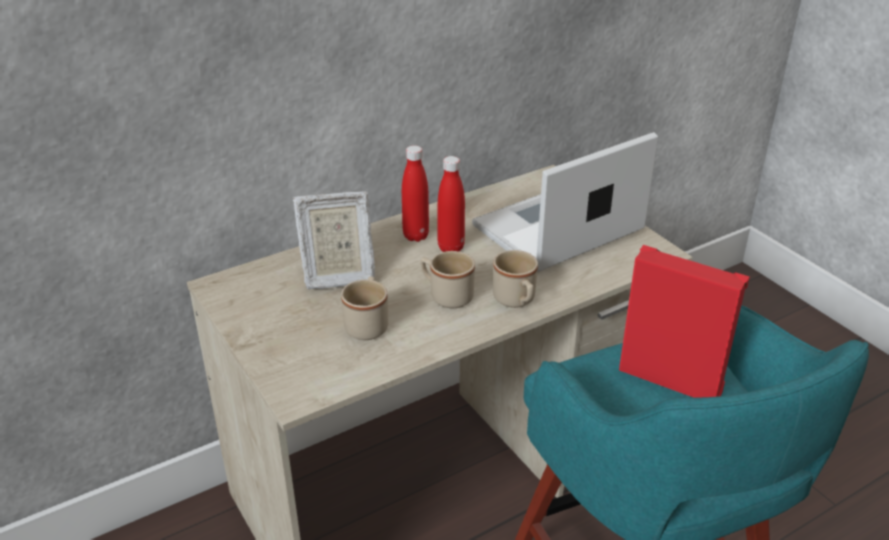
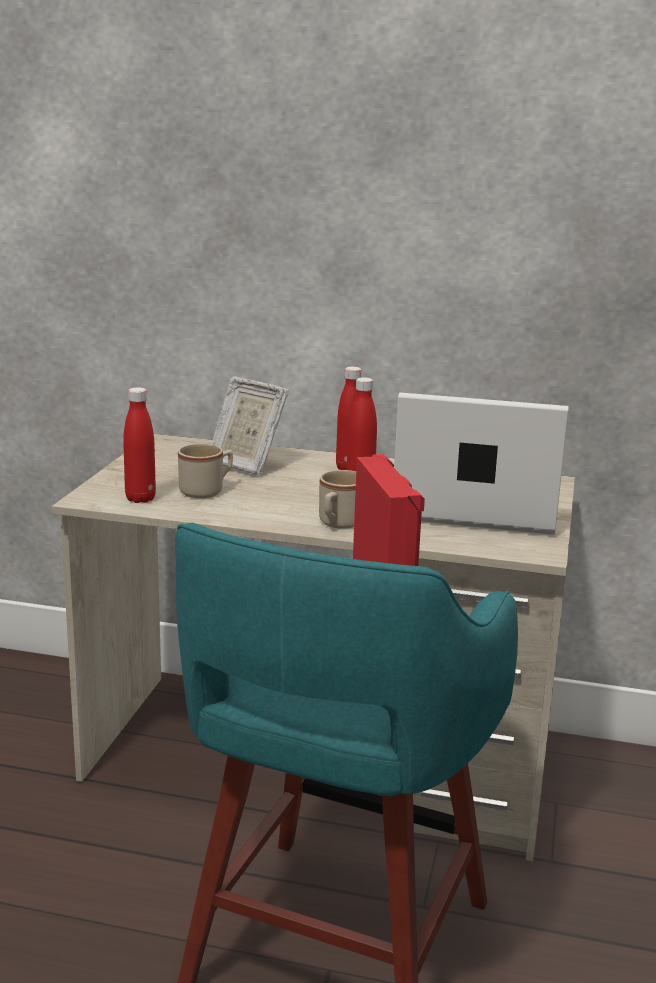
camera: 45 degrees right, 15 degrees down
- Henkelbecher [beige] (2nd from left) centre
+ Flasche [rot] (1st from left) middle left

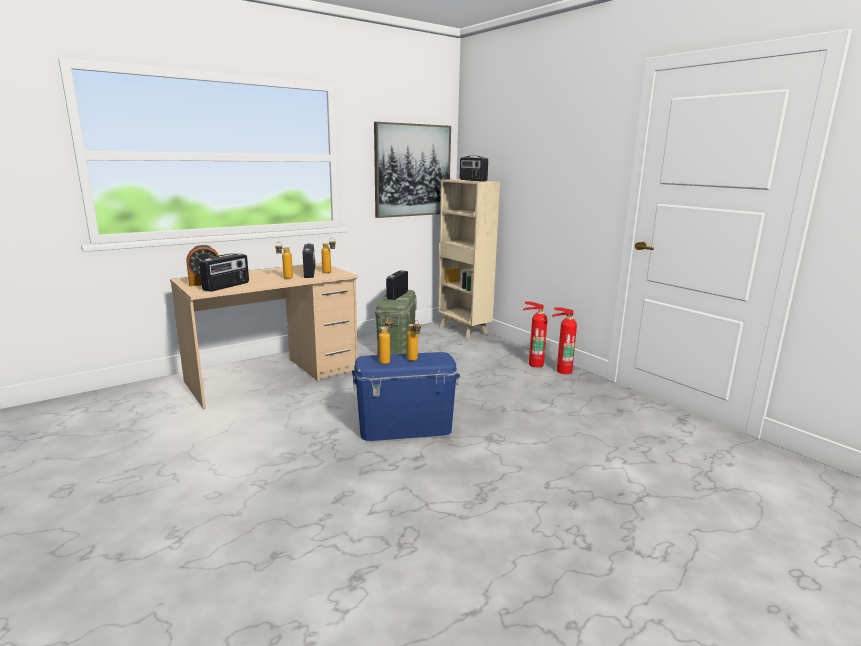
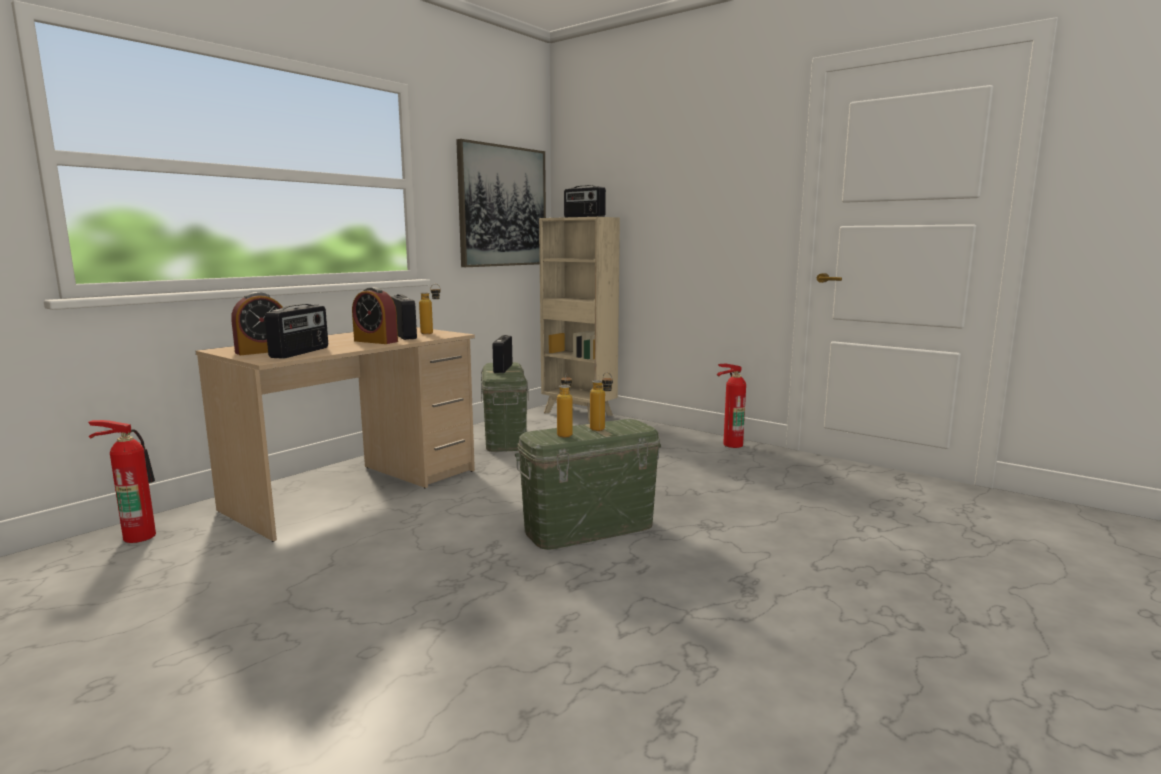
camera: 15 degrees left, 5 degrees down
~ Flasche (1st from left) middle left to Wecker (2nd from left) middle left
~ Feuerlöscher (1st from left) centre to middle left
~ Aufbewahrungsbox [blau] centre to Aufbewahrungsbox [grün] (2nd from left) centre

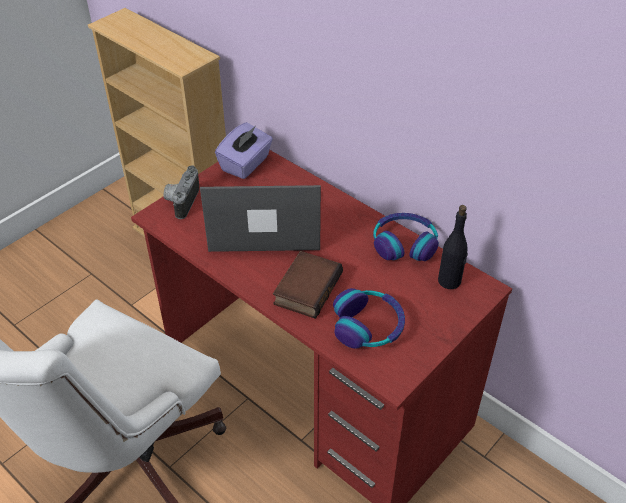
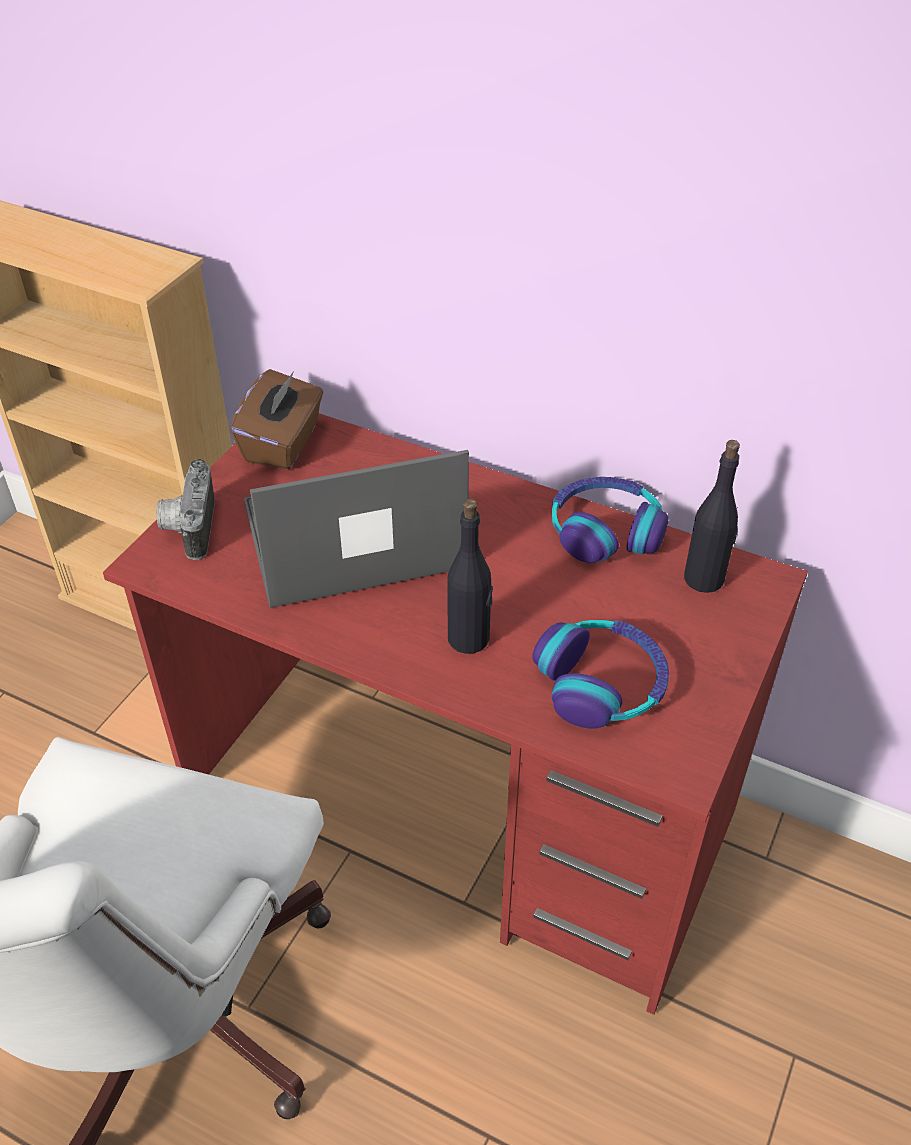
camera: 15 degrees left, 0 degrees up
~ Taschentuchbox [lila] top centre to Taschentuchbox [braun] middle left
~ Buch centre to Flasche [schwarz] (1st from left) centre

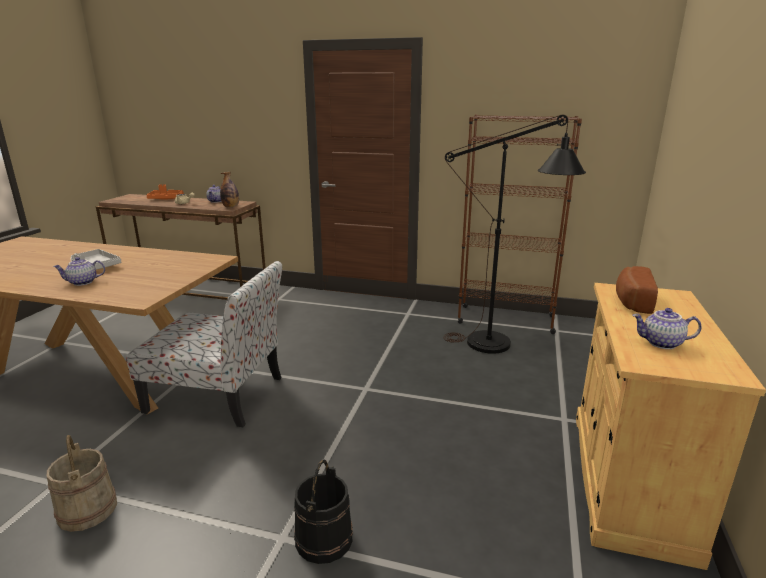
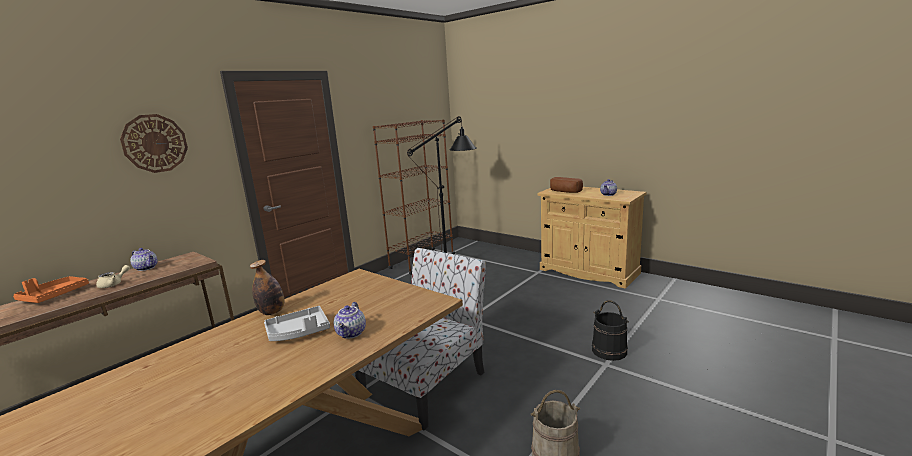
camera: 65 degrees left, 5 degrees down
~ Flasche top left to middle left
+ Wanduhr top left

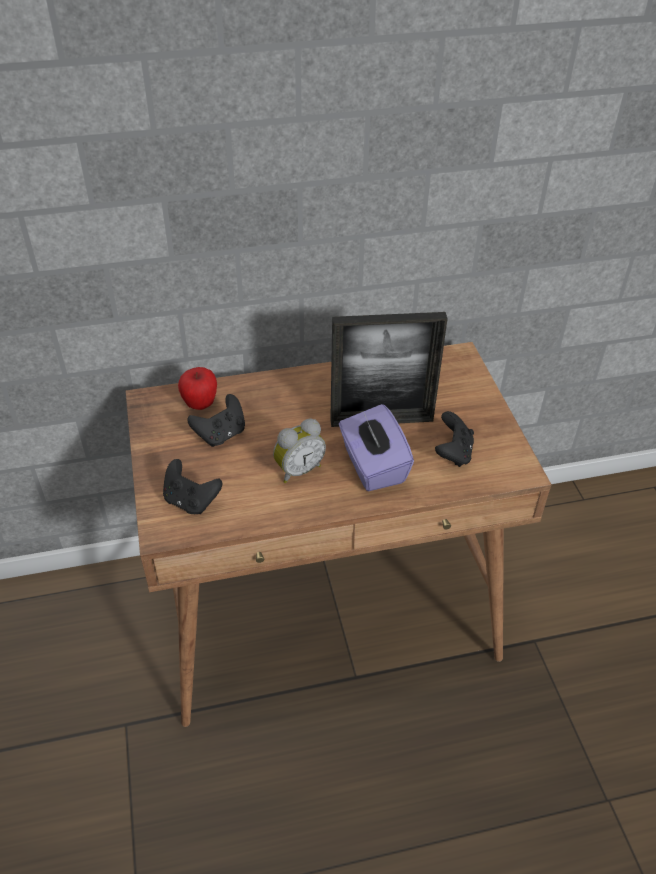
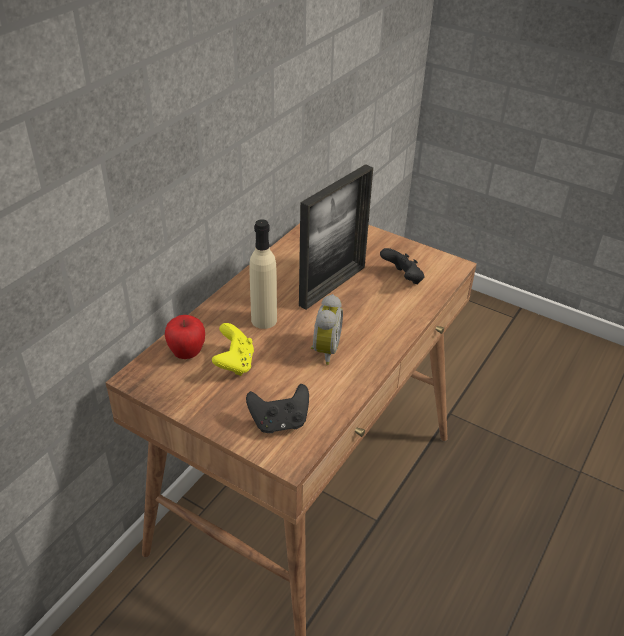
camera: 45 degrees left, 5 degrees down
~ Gamepad [schwarz] (2nd from left) middle left to Gamepad [gelb] centre
- Taschentuchbox [lila] centre
+ Flasche [beige] centre

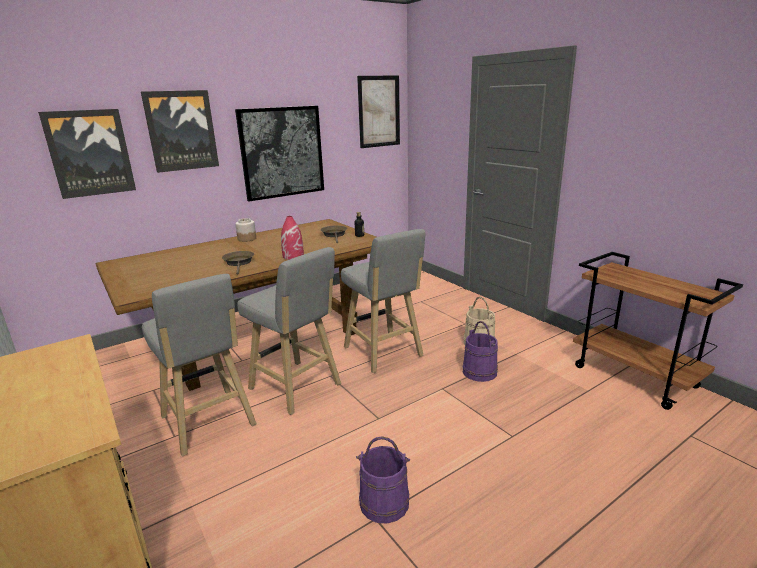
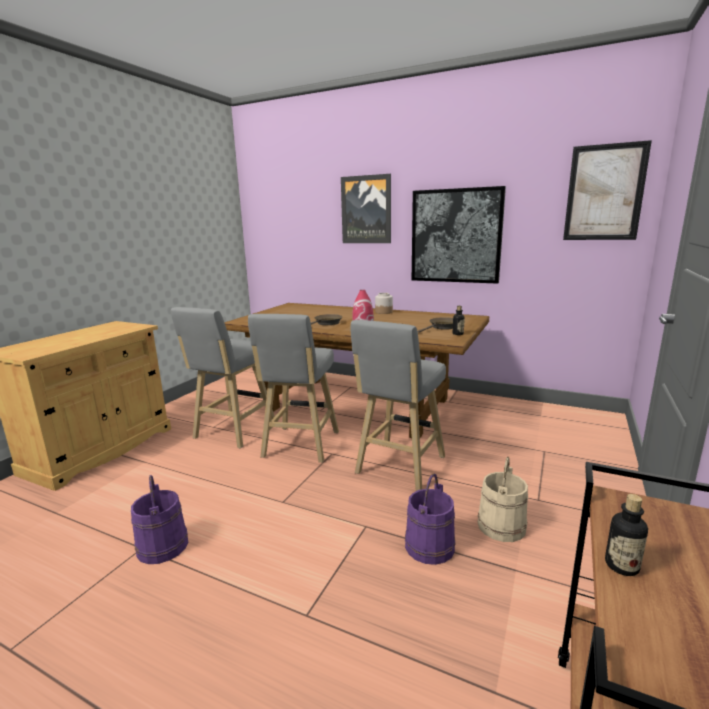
camera: 60 degrees right, 5 degrees down
- Bild (1st from left) top left
+ Flasche (2nd from left) bottom right

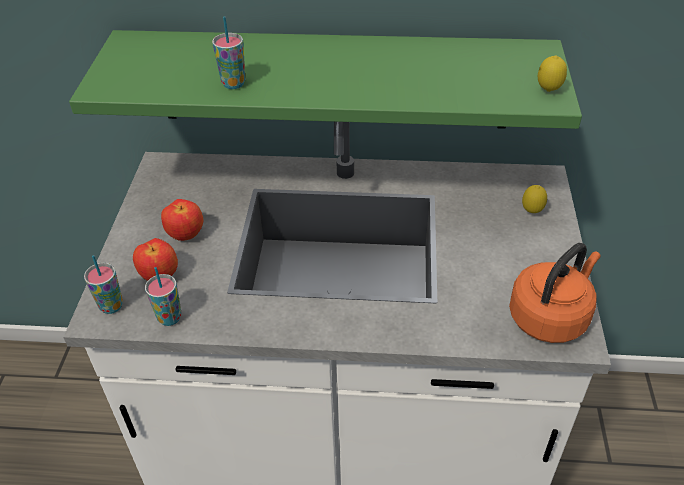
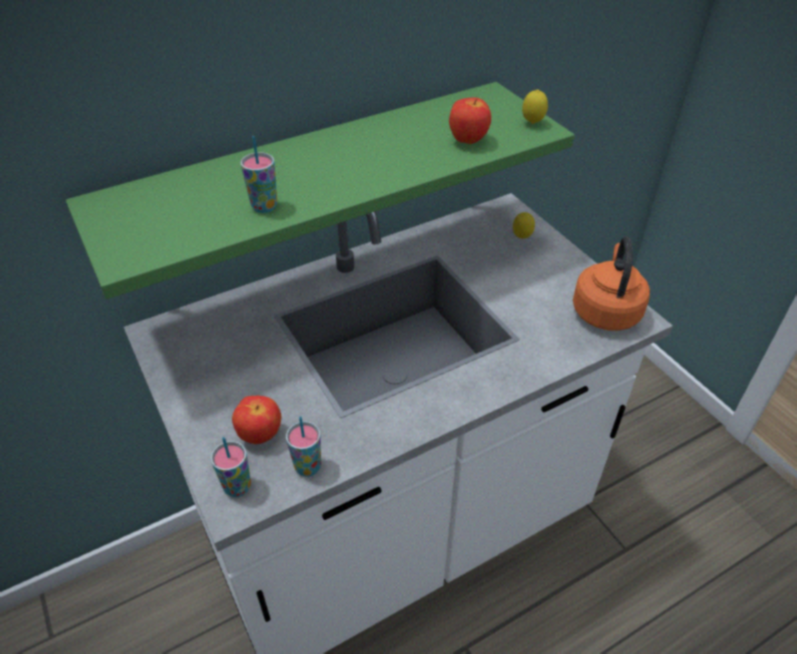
camera: 35 degrees left, 0 degrees up
~ Apfel (2nd from left) middle left to top centre

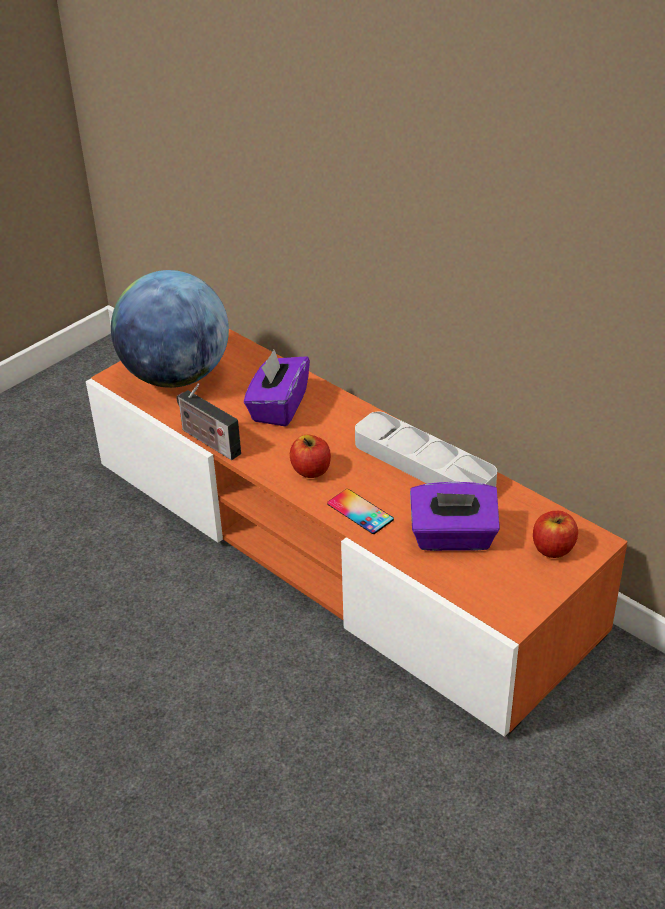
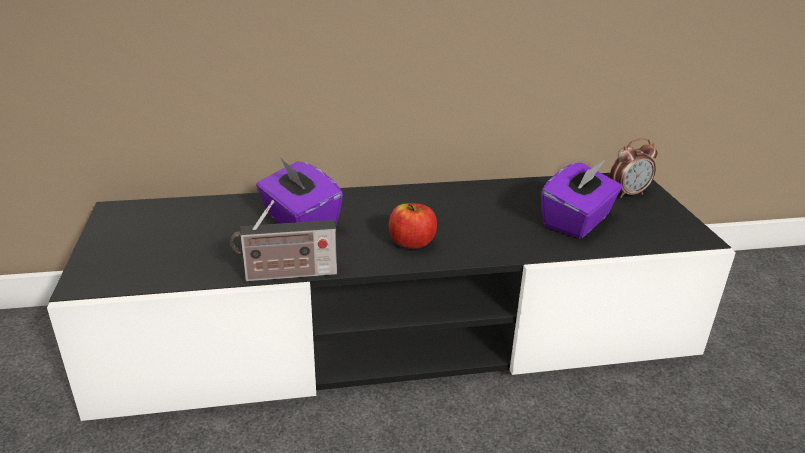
camera: 55 degrees left, 10 degrees down
- Globus middle left
~ Fernsehschrank [orange] centre to Fernsehschrank [schwarz] centre
- Tablett [grau] centre
- Handy centre
~ Apfel (2nd from left) middle right to Wecker middle right

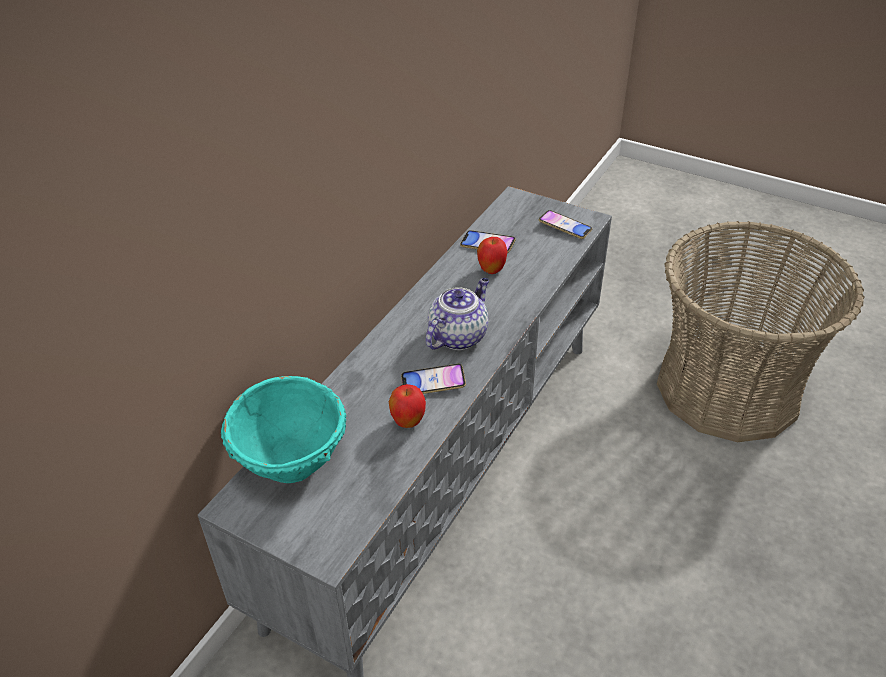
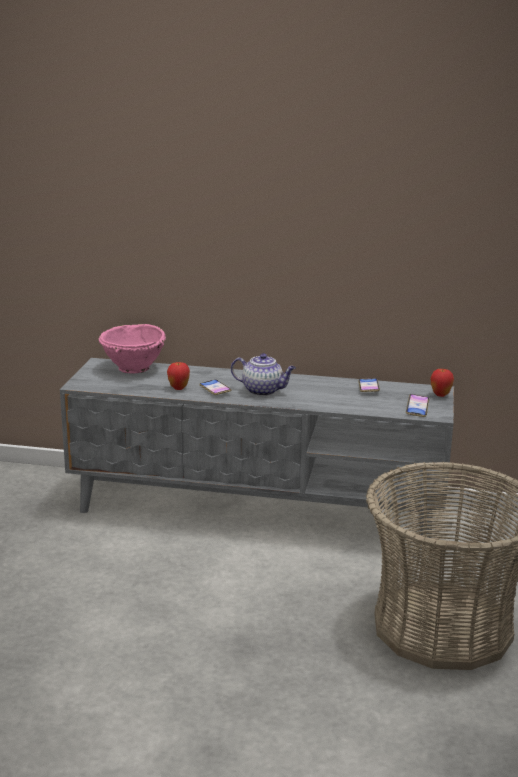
camera: 70 degrees right, 20 degrees down
~ Apfel (2nd from left) centre to middle right
~ Schüssel [türkis] middle left to Schüssel [rosa] middle left

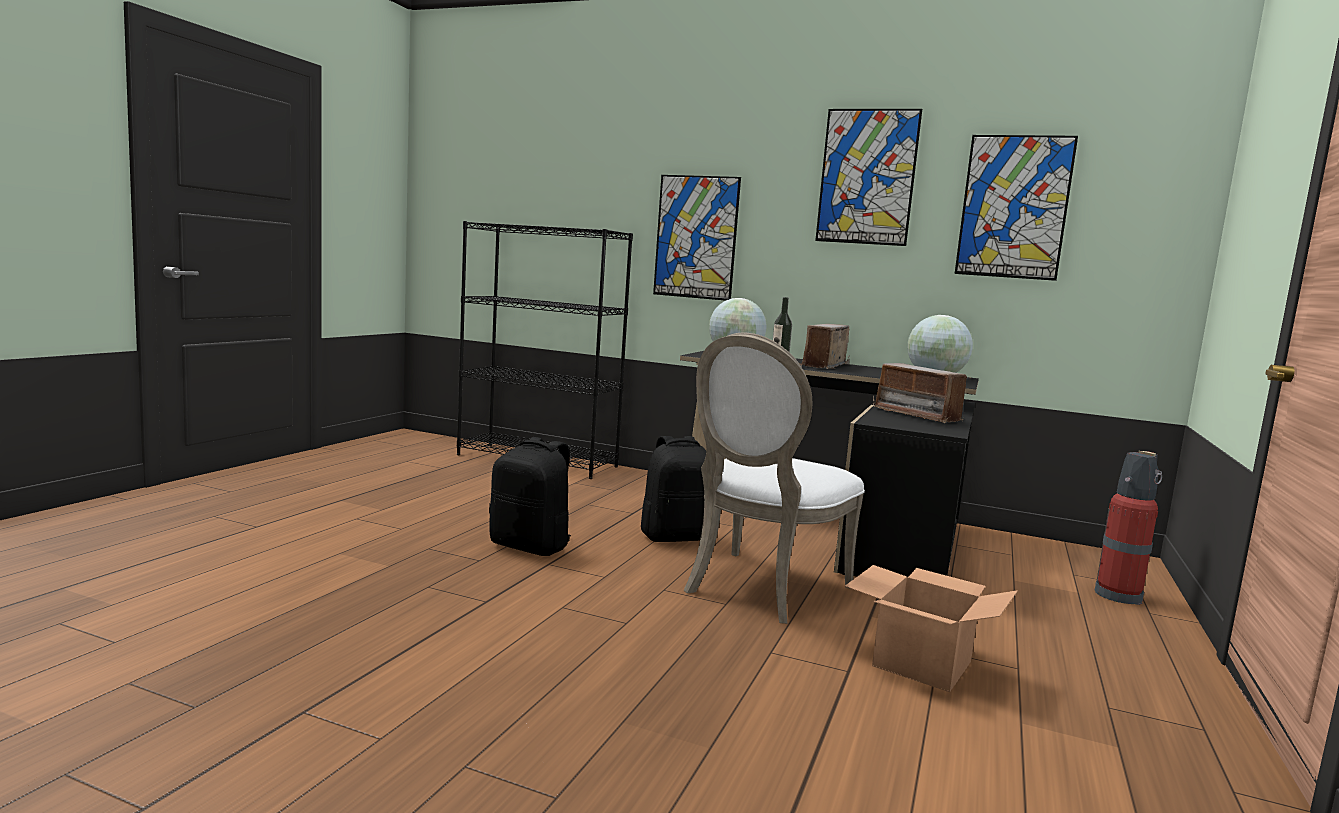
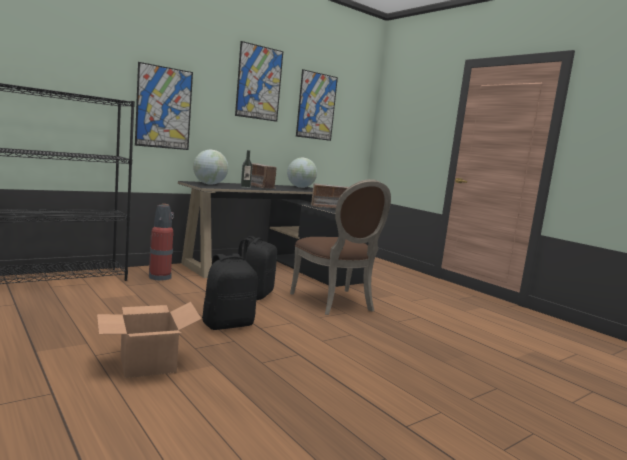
camera: 60 degrees left, 0 degrees up
~ Stuhl [weiß] centre to Stuhl [braun] centre
~ Feuerlöscher middle right to middle left
~ Karton bottom right to bottom left

